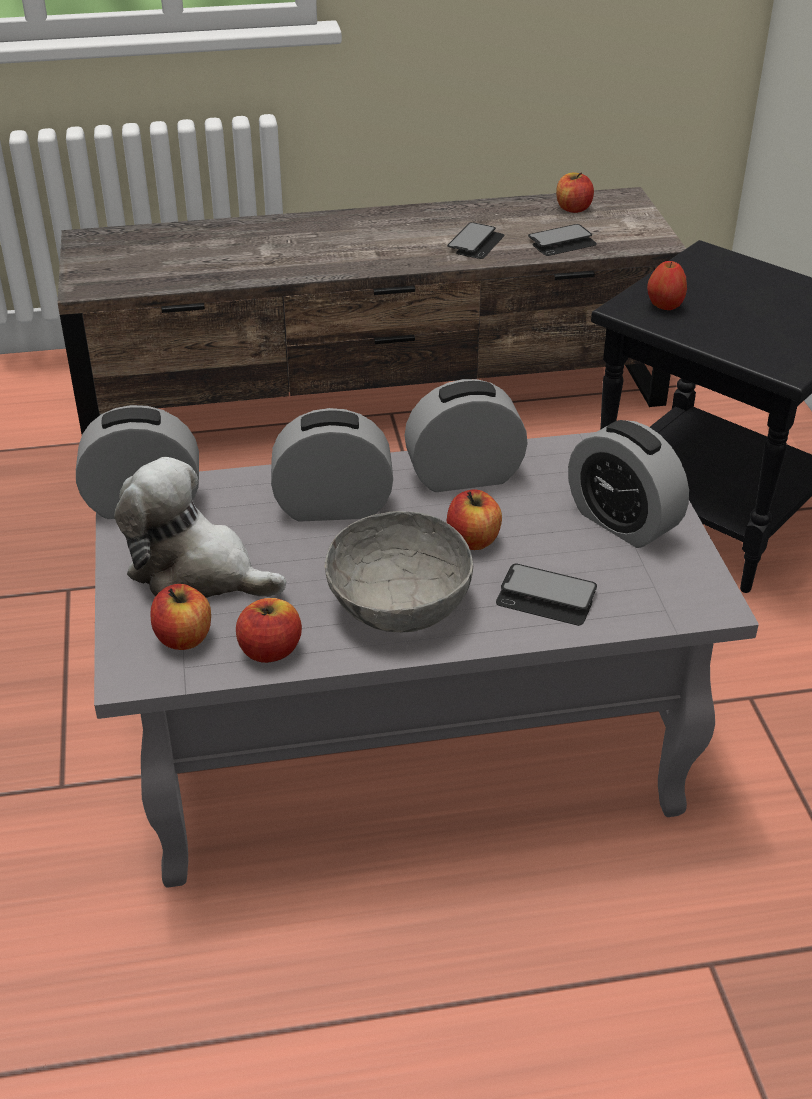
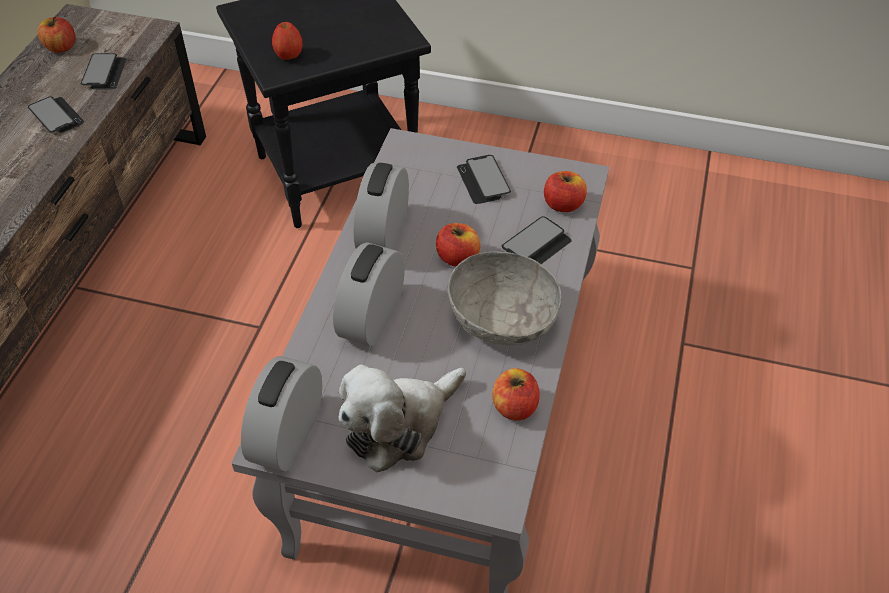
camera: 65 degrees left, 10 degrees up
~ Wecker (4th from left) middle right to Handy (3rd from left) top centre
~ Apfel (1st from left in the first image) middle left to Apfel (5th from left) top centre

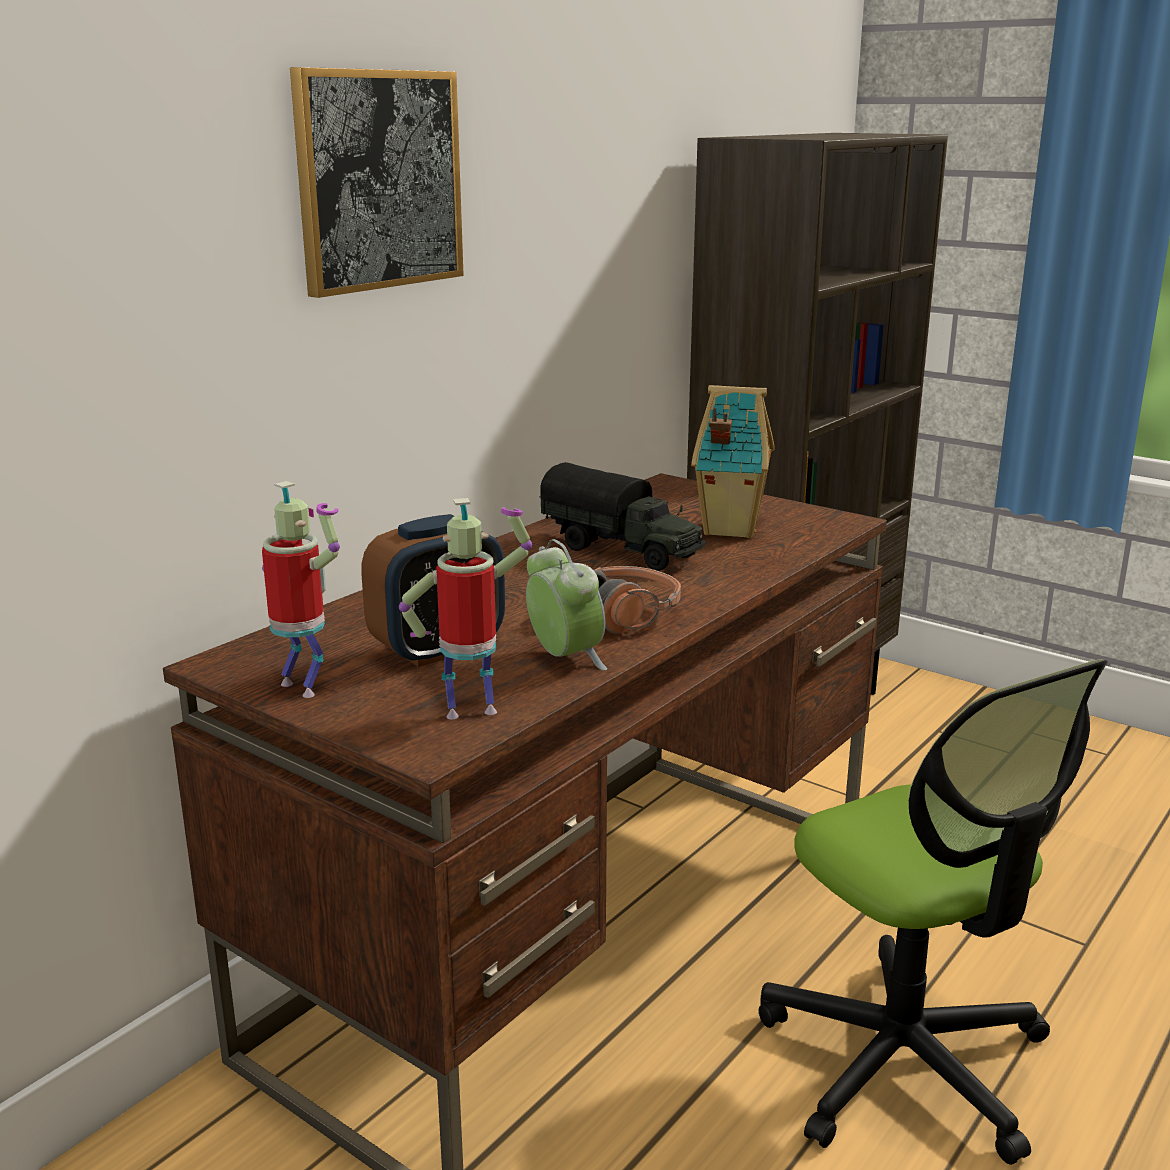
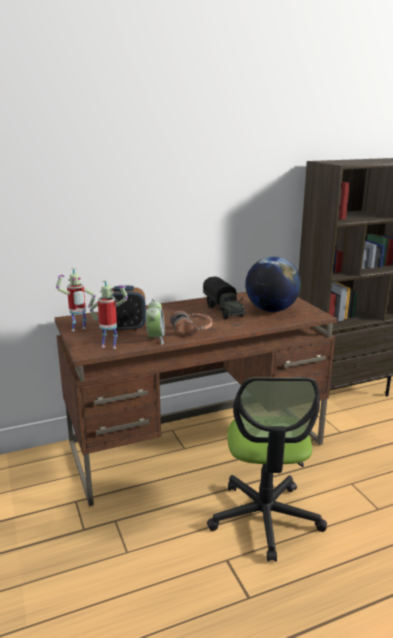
camera: 30 degrees right, 0 degrees up
- Bild top left
~ Spielzeughaus centre to Globus middle right
~ Spielzeugroboter (1st from left) middle left = middle left 75 degrees clockwise

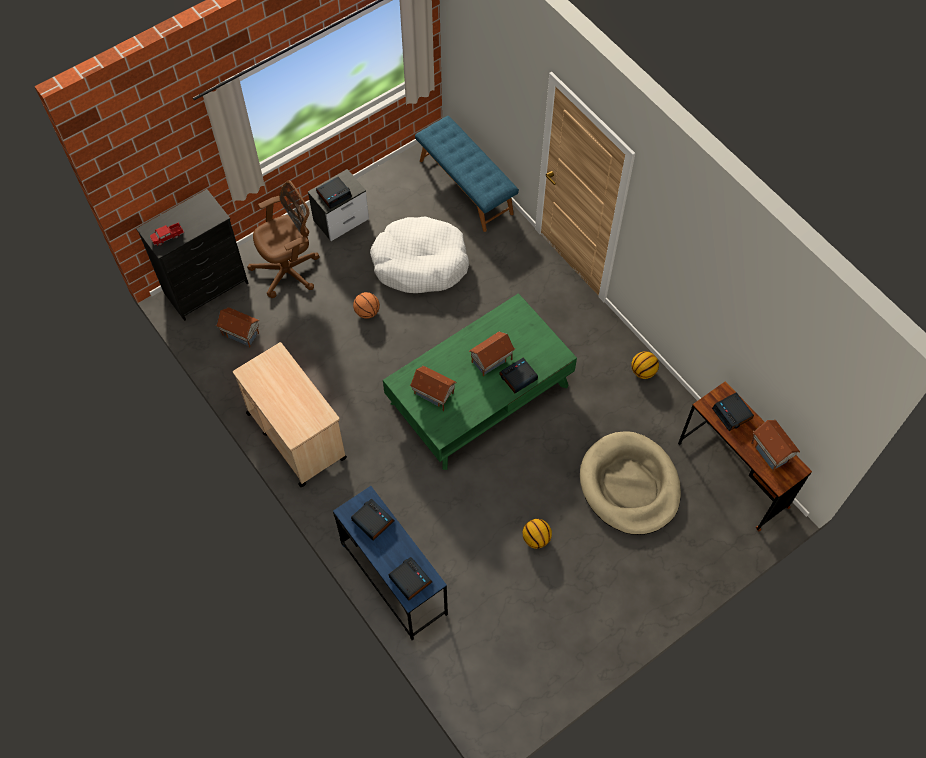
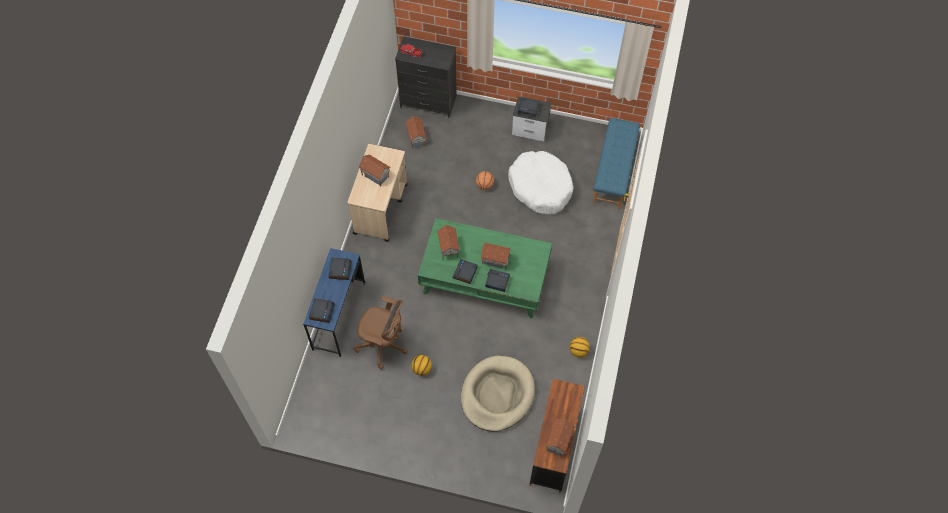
camera: 50 degrees right, 0 degrees up
~ Bürostuhl [braun] top left to centre
~ Wecker (5th from left in the first image) middle right to Wecker (3rd from left) centre
+ Spielzeughaus (1st from left) centre

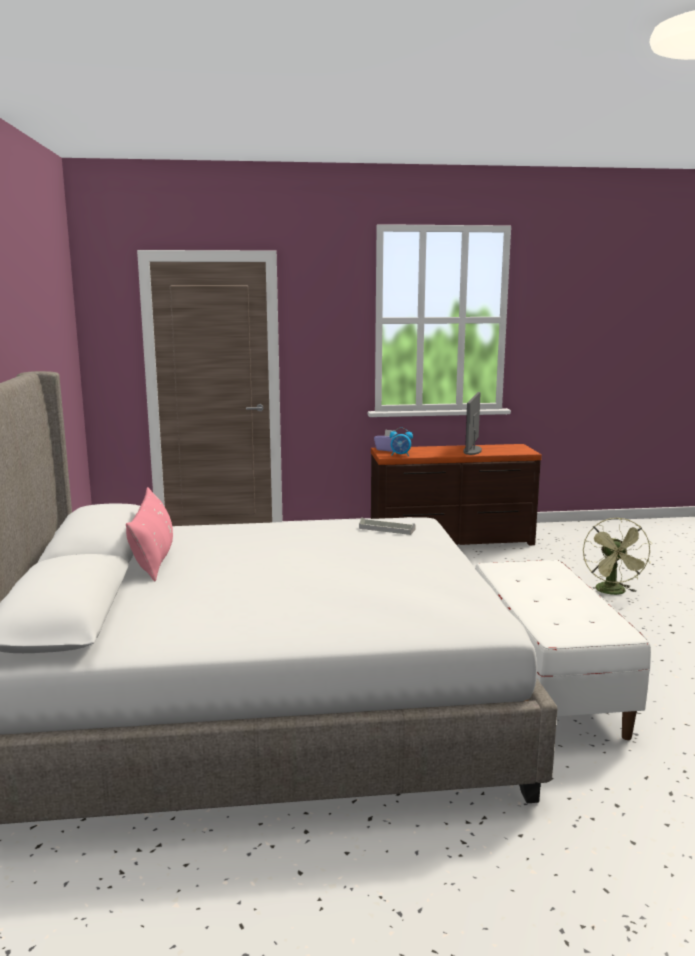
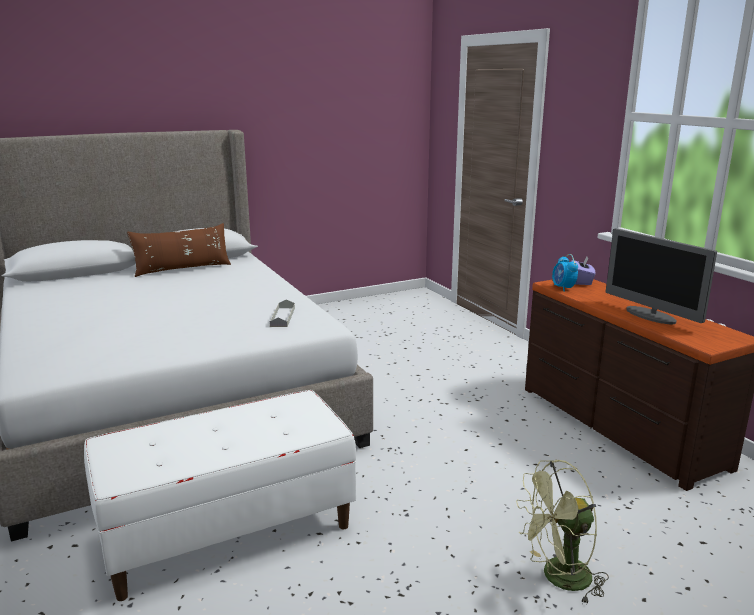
camera: 70 degrees right, 5 degrees up
~ Monitor middle right = middle right 120 degrees counterclockwise
~ Kissen [rosa] middle left to Kissen [braun] middle left

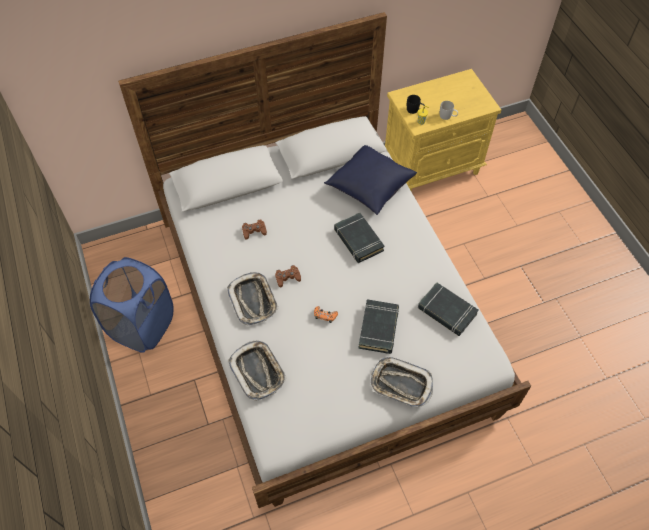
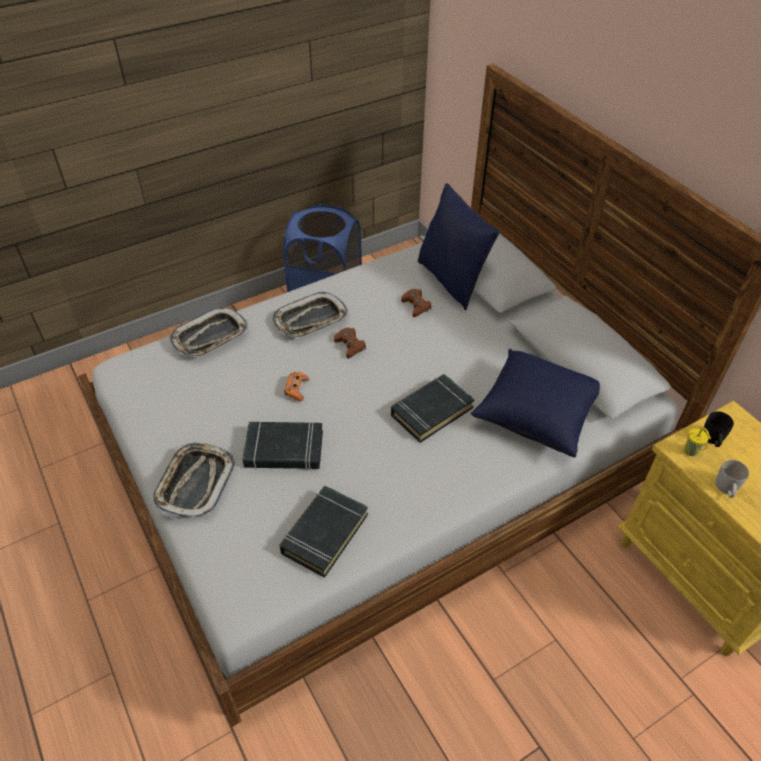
camera: 80 degrees right, 10 degrees down
+ Kissen [blau] (1st from left) top centre

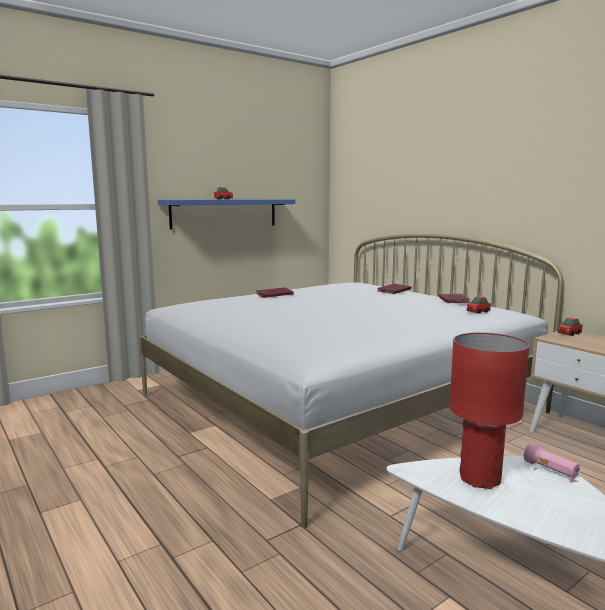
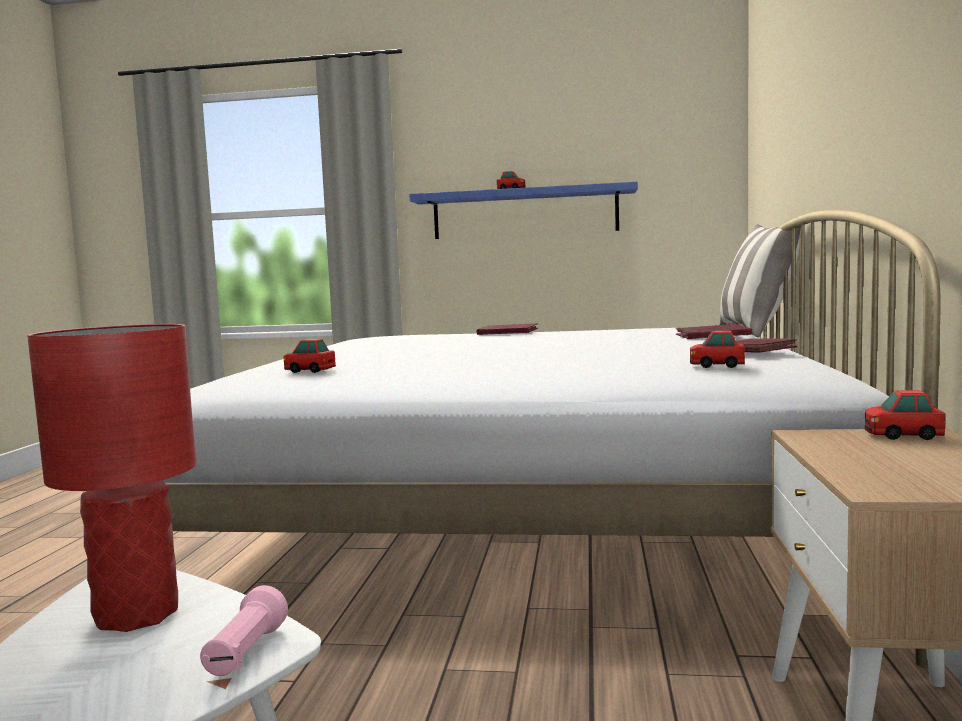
camera: 45 degrees right, 5 degrees down
+ Kissen middle right
+ Spielzeugauto (1st from left) middle left

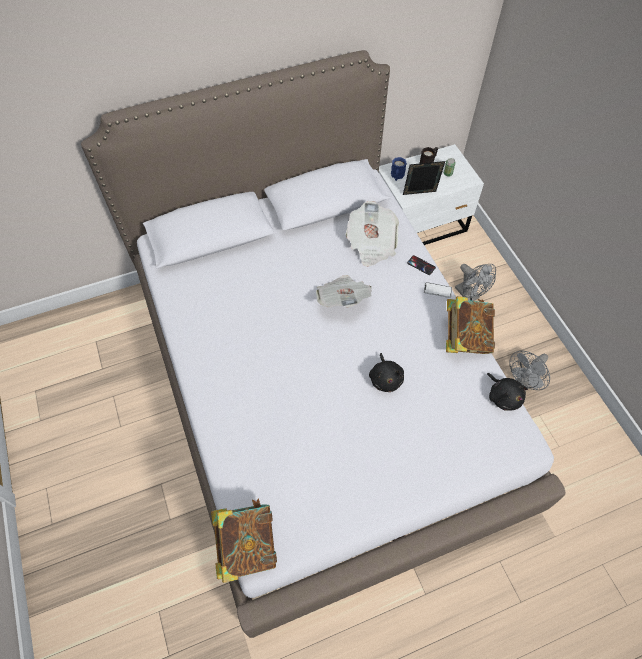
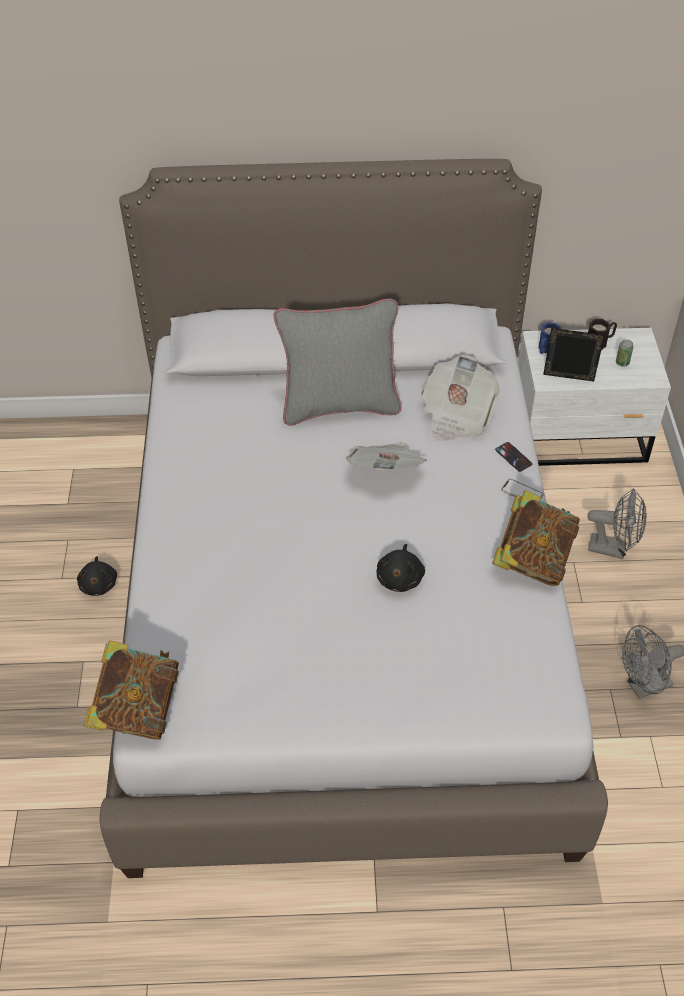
camera: 20 degrees right, 10 degrees down
~ Ventilator [grau] (1st from left) middle right = middle right 60 degrees counterclockwise
~ Plüschtier [schwarz] (2nd from left in the first image) middle right to Plüschtier [schwarz] (1st from left) middle left
+ Kissen [grau] centre

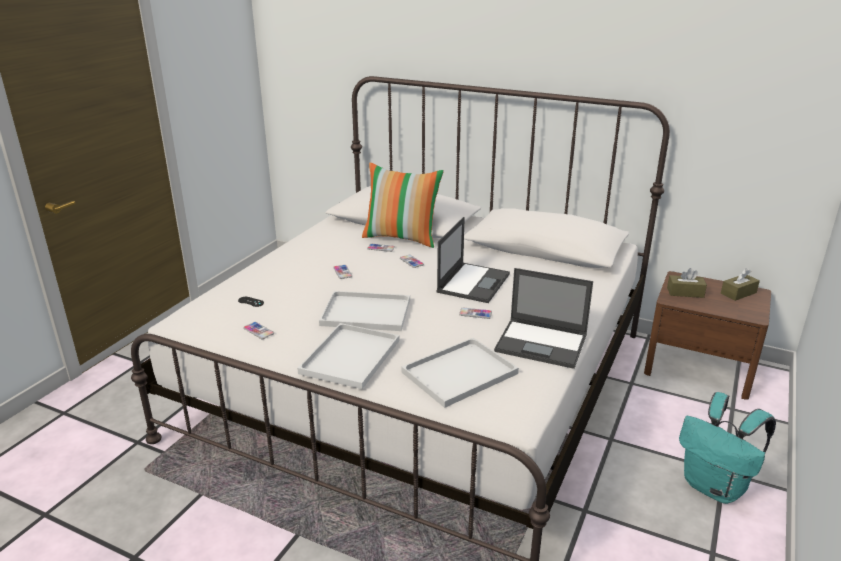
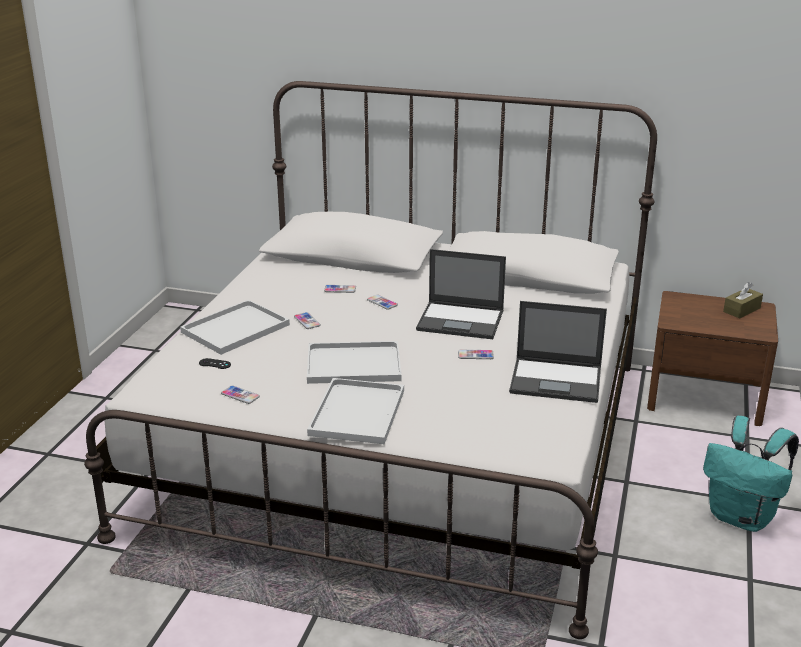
camera: 10 degrees left, 0 degrees up
- Kissen centre
~ Laptop (1st from left) centre = centre 90 degrees clockwise
- Taschentuchbox [braun] (1st from left) middle right
~ Tablett [weiß] (3rd from left in the first image) centre to Tablett [weiß] (1st from left) middle left

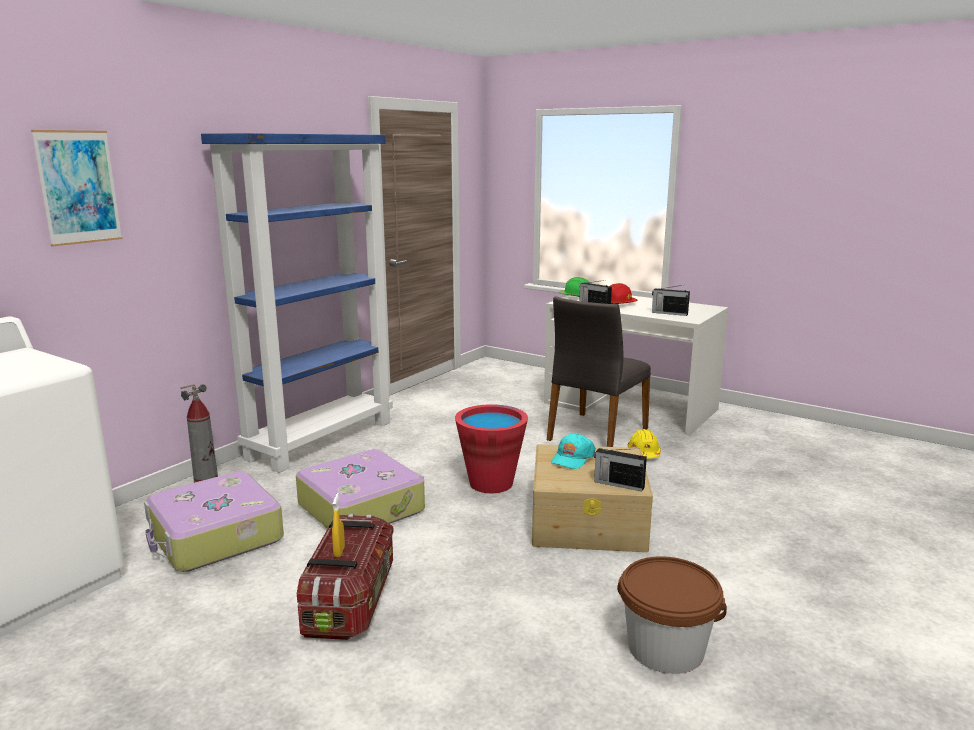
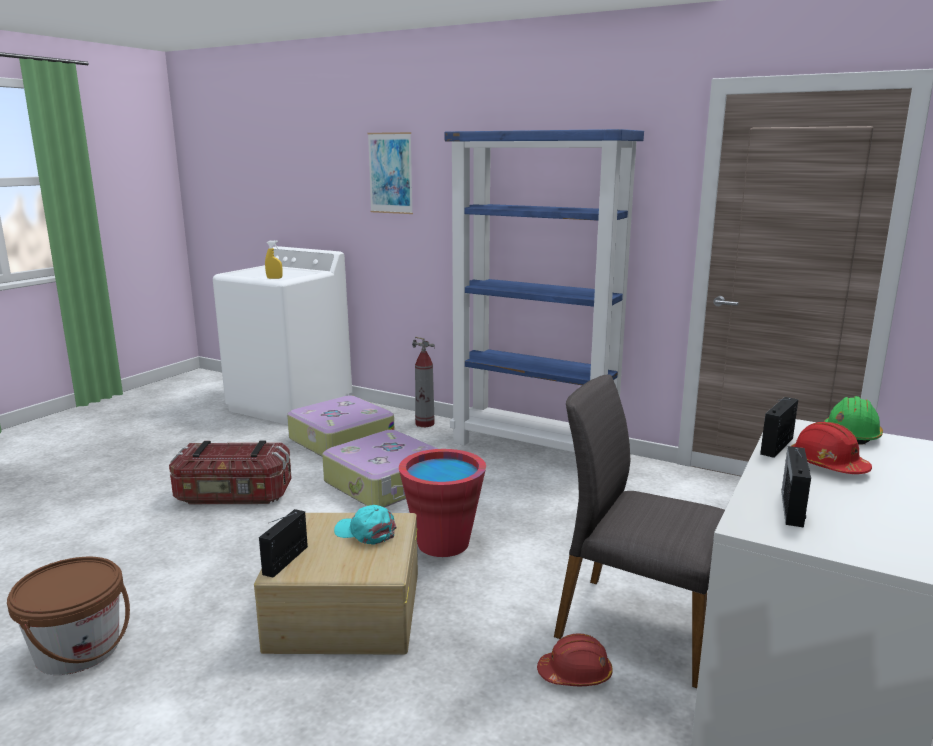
camera: 85 degrees right, 0 degrees up
~ Schutzhelm [gelb] centre to Schutzhelm [rot] (1st from left) bottom centre
~ Sprühflasche [gelb] bottom centre to middle left

